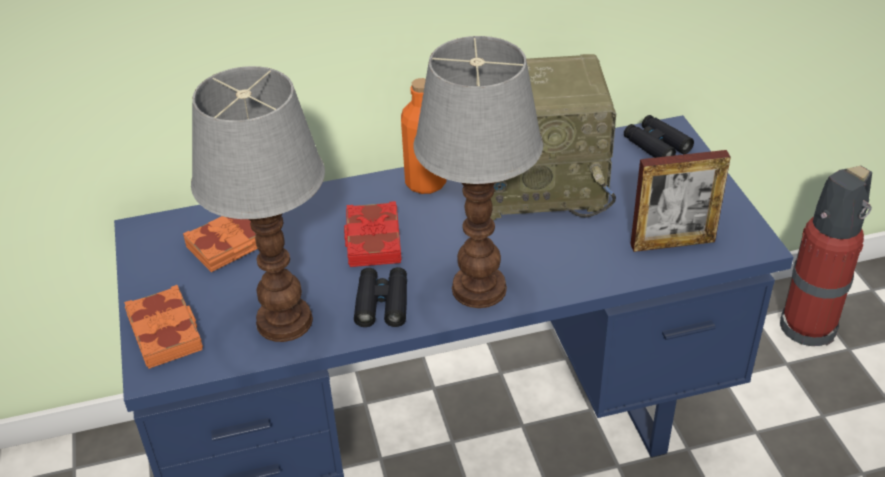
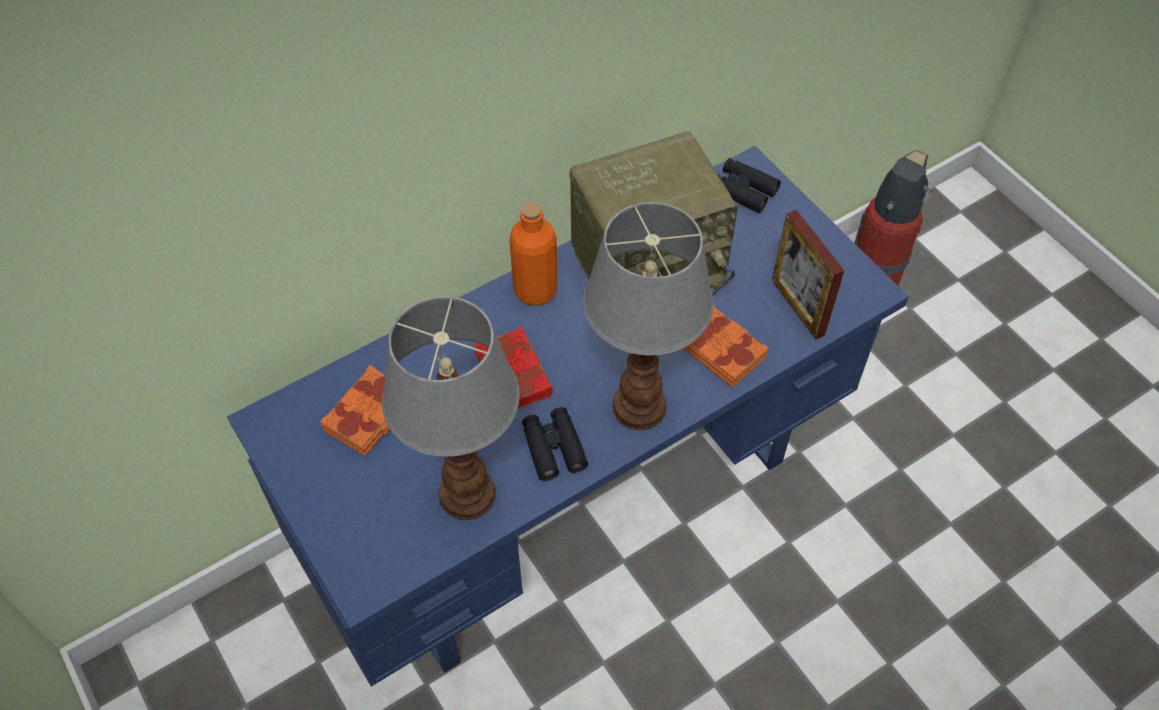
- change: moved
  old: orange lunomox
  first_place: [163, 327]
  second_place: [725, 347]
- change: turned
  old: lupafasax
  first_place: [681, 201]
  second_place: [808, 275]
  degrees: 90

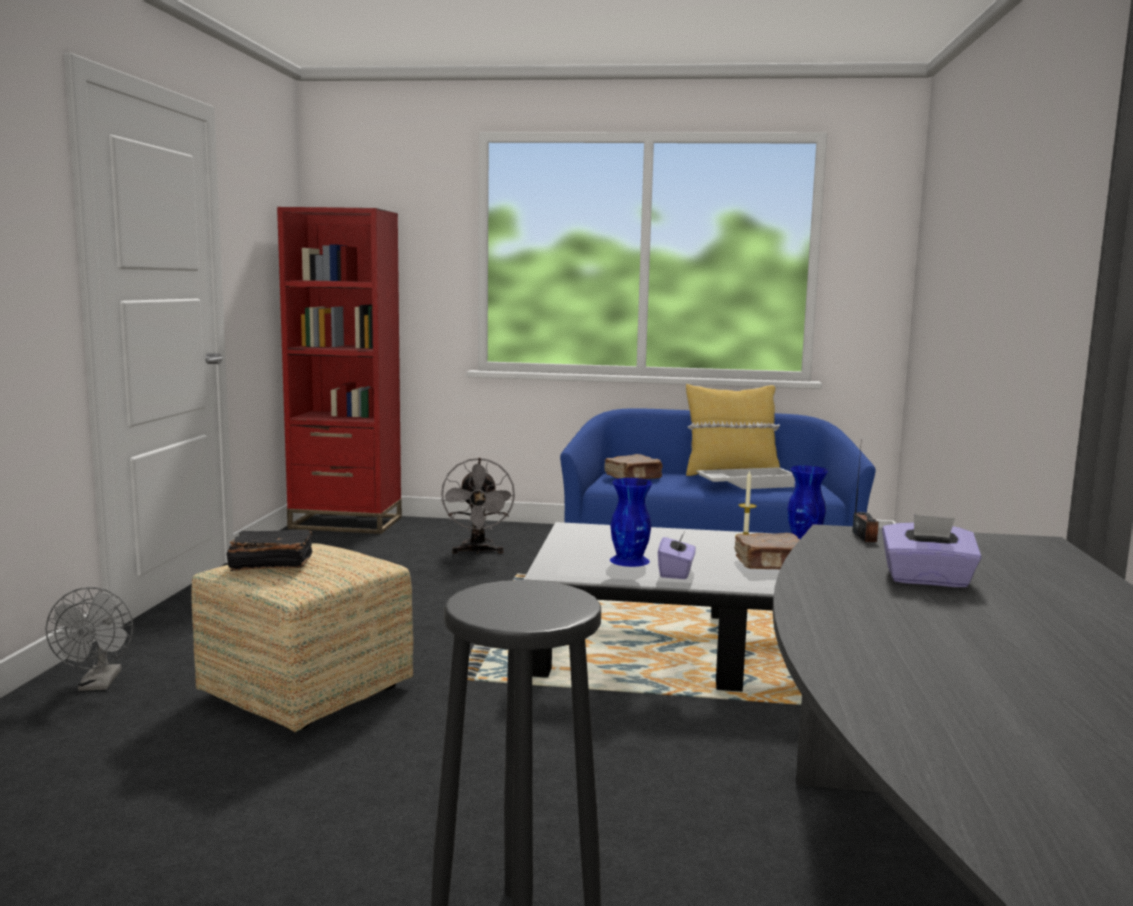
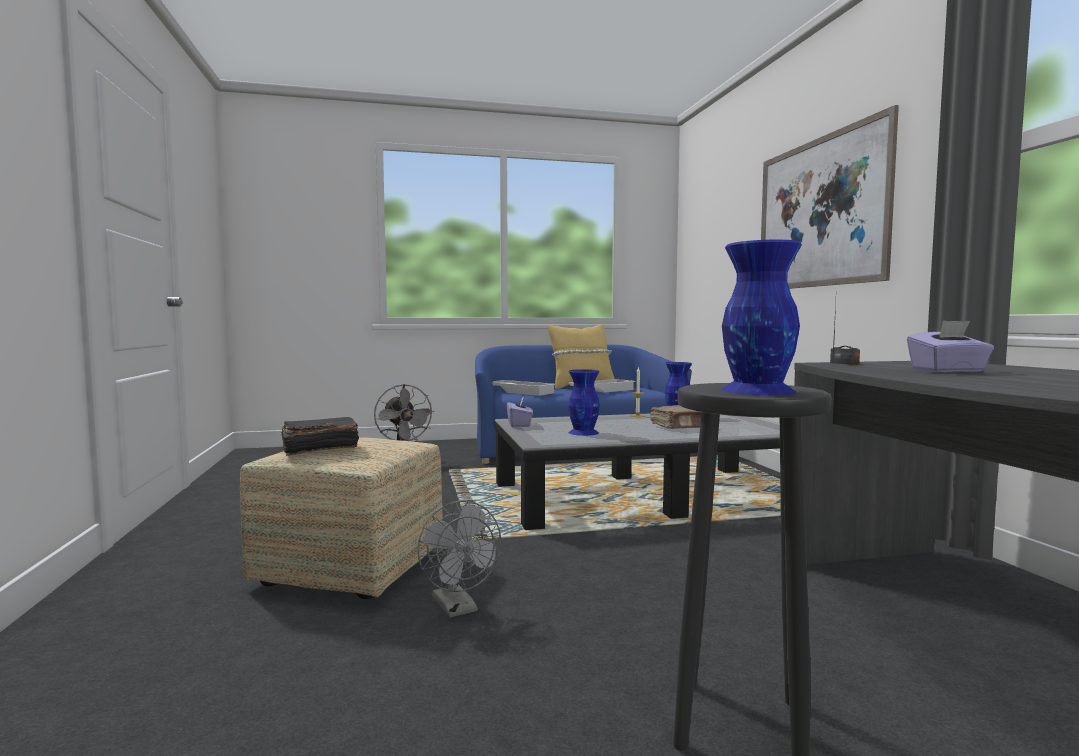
- change: moved
  old: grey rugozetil
  first_place: [89, 639]
  second_place: [459, 559]
- change: replaced
  old: brown lunomox
  new: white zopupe
  first_place: [633, 466]
  second_place: [524, 388]
- change: moved
  old: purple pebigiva
  first_place: [677, 554]
  second_place: [520, 412]
- change: added
  new: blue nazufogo
  second_place: [761, 317]
- change: added
  new: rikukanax
  second_place: [830, 197]
- change: removed
  old: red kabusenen
  first_place: [339, 370]

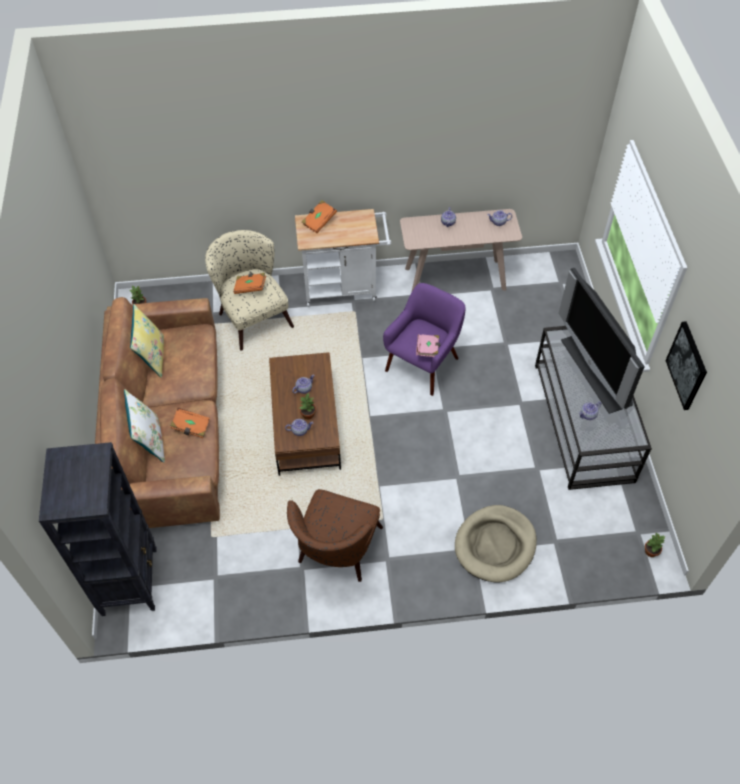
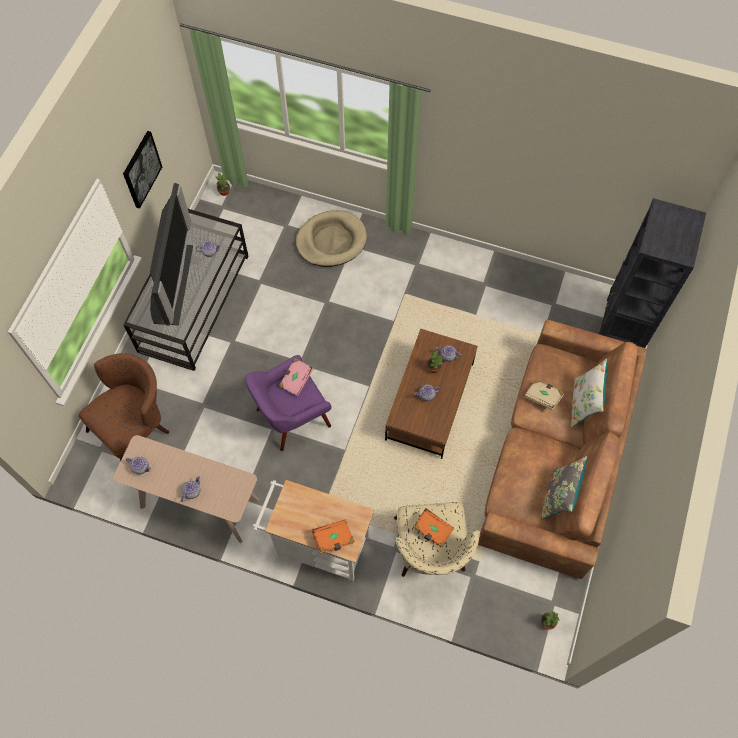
- change: moved
  old: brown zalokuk
  first_place: [335, 535]
  second_place: [123, 407]
- change: recoloured
  old: orange lunomox
  new: beige lunomox
  first_place: [190, 423]
  second_place: [544, 394]
- change: recoloured
  old: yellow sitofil
  new: grey sitofil
  first_place: [147, 341]
  second_place: [564, 488]

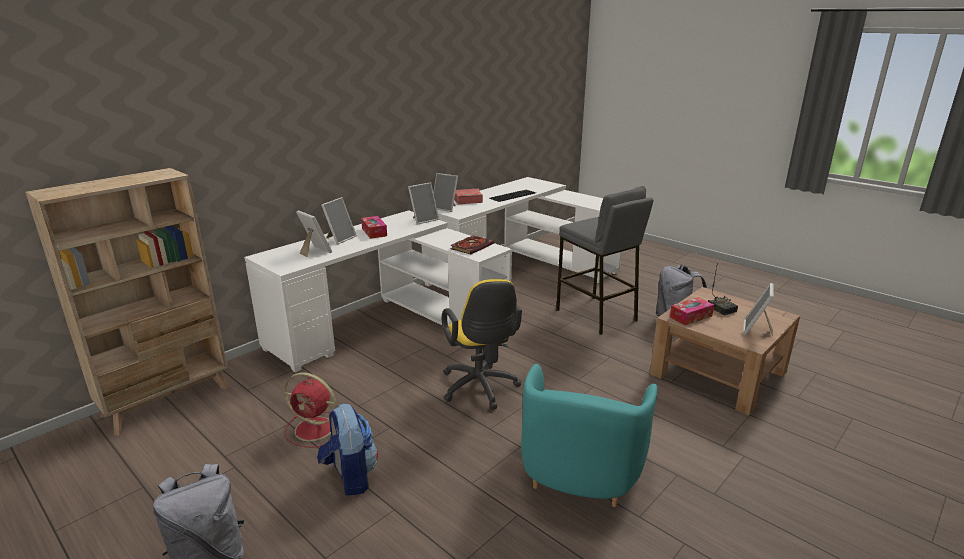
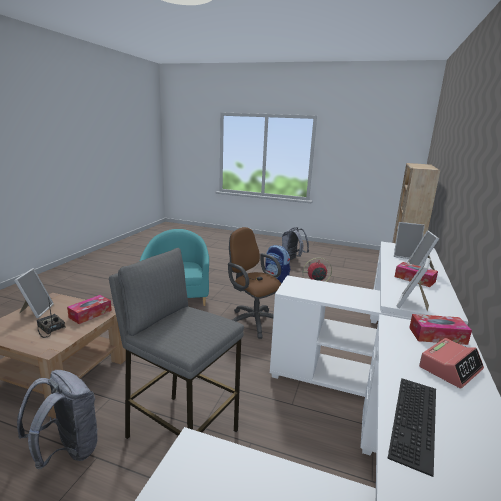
- change: recoloured
  old: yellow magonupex
  new: brown magonupex
  first_place: [482, 344]
  second_place: [254, 283]
- change: replaced
  old: lupafasax
  new: pebigiva
  first_place: [445, 192]
  second_place: [440, 329]
- change: removed
  old: lunomox
  first_place: [472, 244]

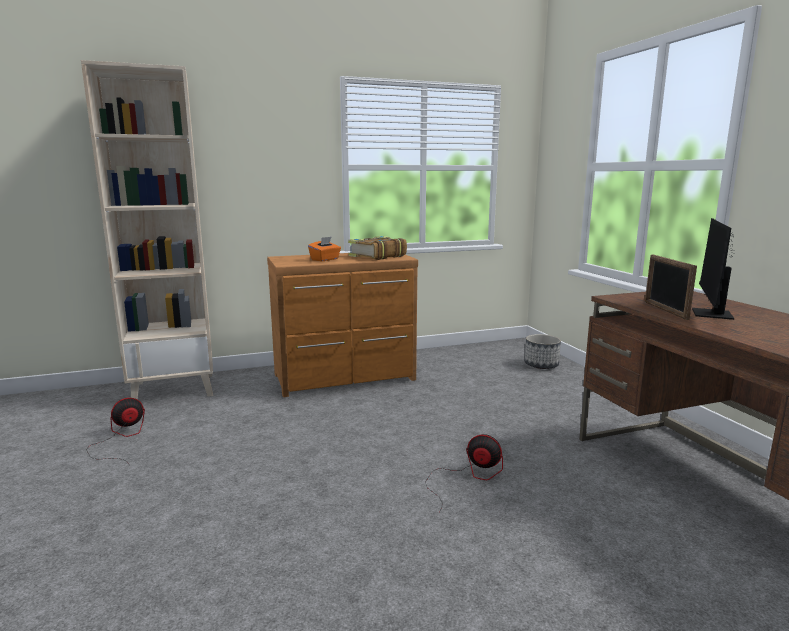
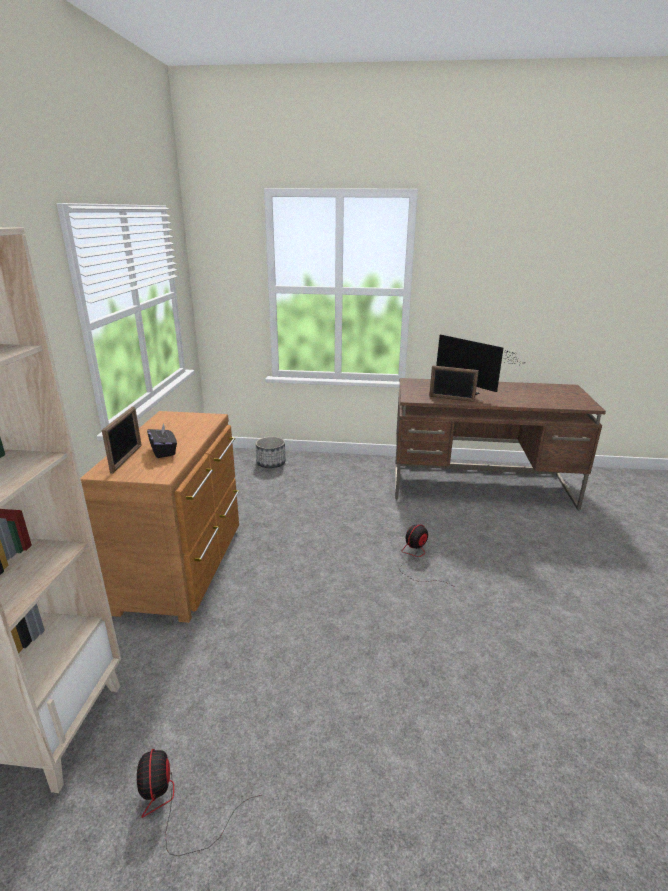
- change: added
  new: lupafasax
  second_place: [122, 440]
- change: recoloured
  old: orange pebigiva
  new: black pebigiva
  first_place: [324, 249]
  second_place: [162, 440]
- change: removed
  old: lunomox
  first_place: [377, 248]

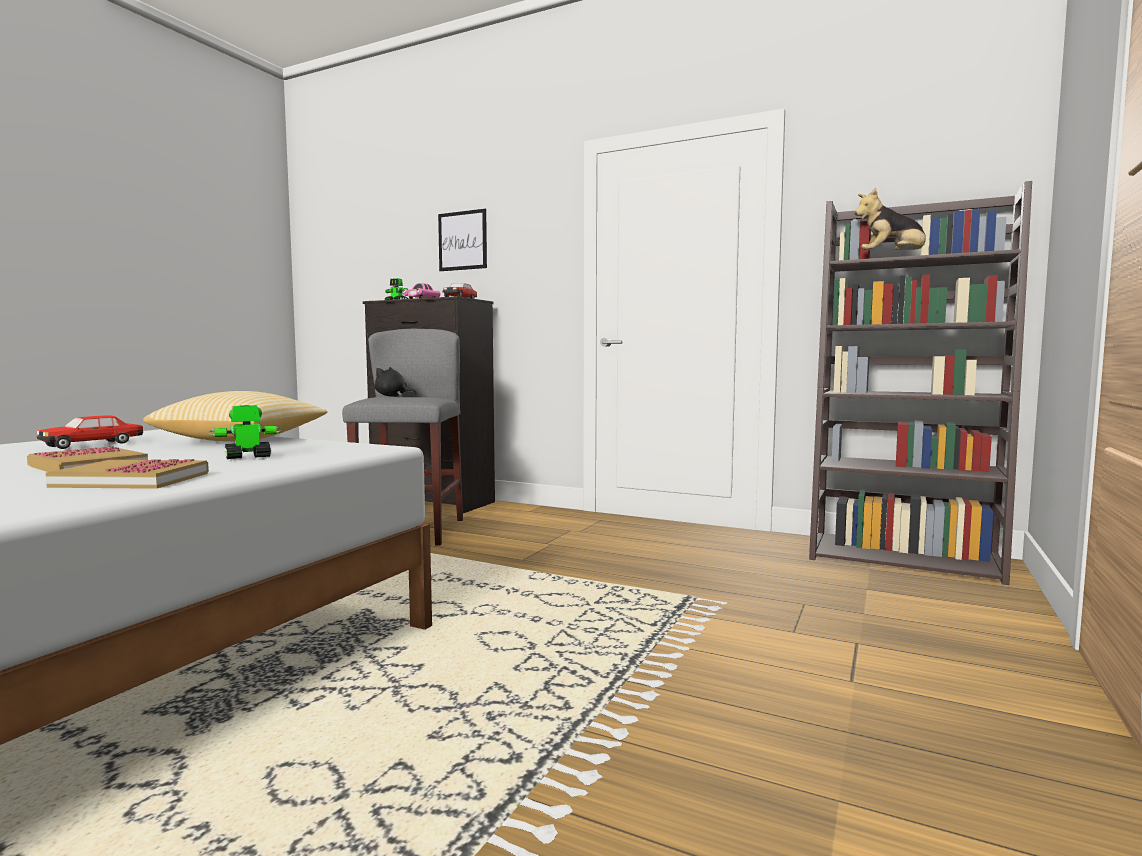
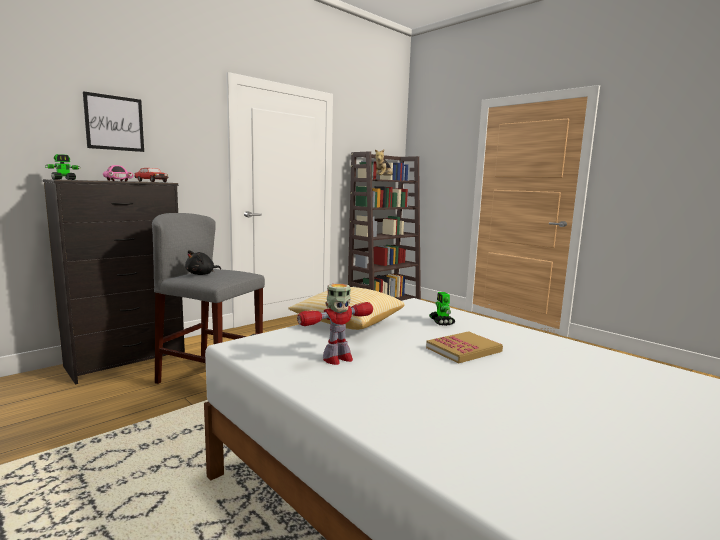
- change: replaced
  old: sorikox
  new: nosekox
  first_place: [90, 432]
  second_place: [335, 324]
- change: removed
  old: lunomox
  first_place: [127, 474]

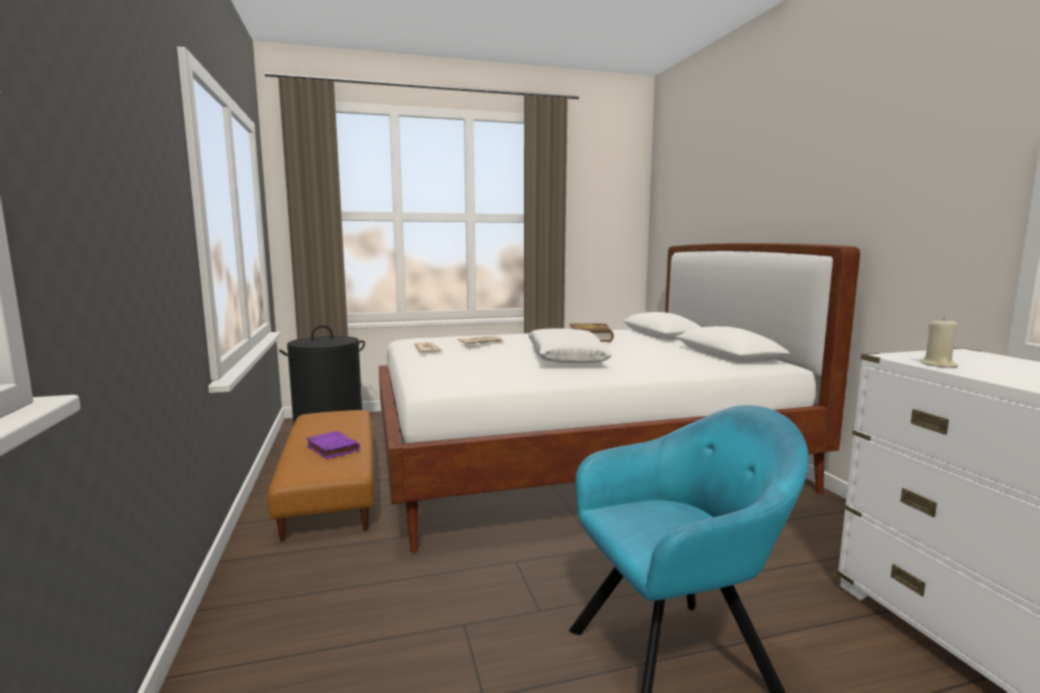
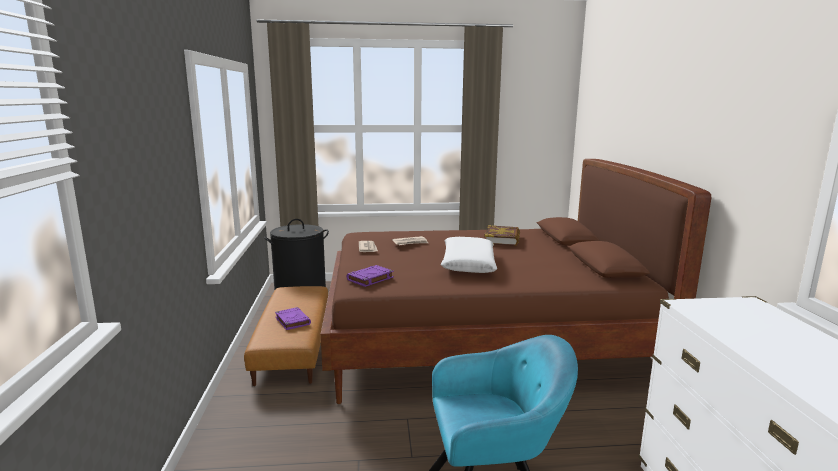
- change: recoloured
  old: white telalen
  new: brown telalen
  first_place: [619, 397]
  second_place: [516, 281]
- change: added
  new: purple lunomox
  second_place: [370, 276]
- change: removed
  old: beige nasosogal
  first_place: [939, 342]

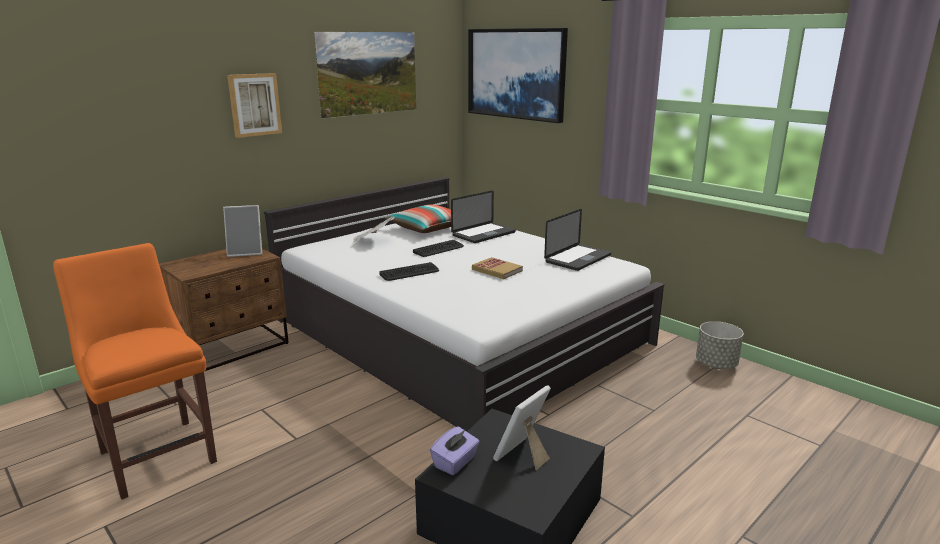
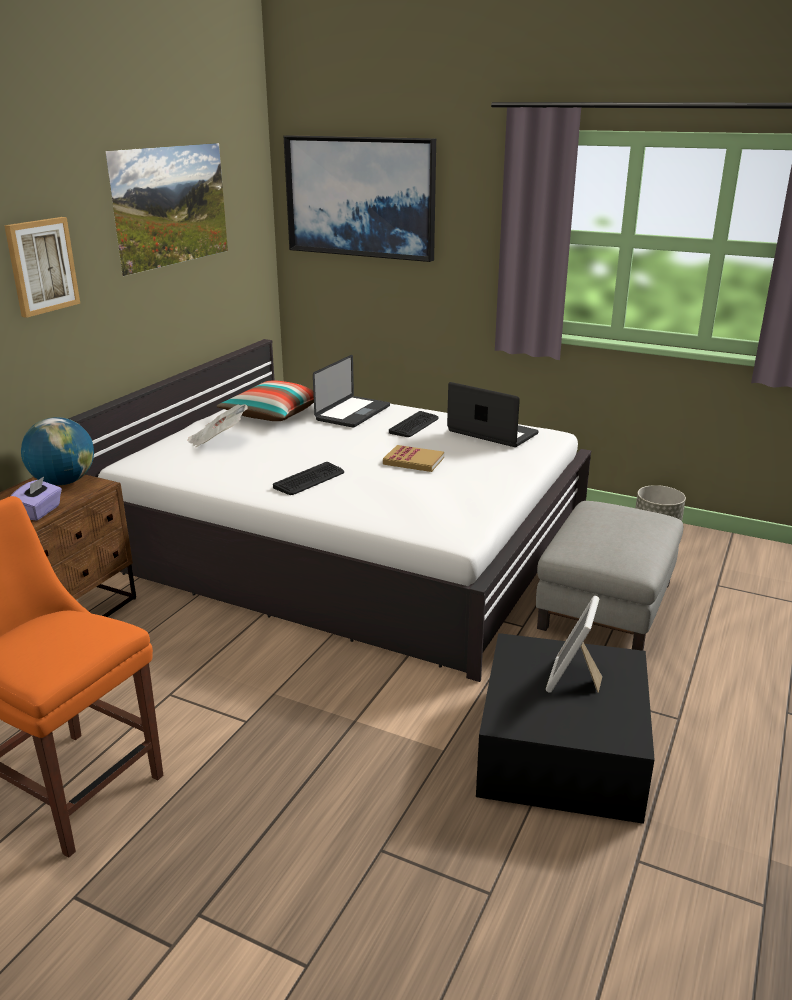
- change: moved
  old: purple pebigiva
  first_place: [454, 450]
  second_place: [36, 499]
- change: replaced
  old: lupafasax
  new: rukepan
  first_place: [242, 231]
  second_place: [57, 451]
- change: moved
  old: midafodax
  first_place: [438, 248]
  second_place: [414, 424]
- change: turned
  old: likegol
  first_place: [577, 240]
  second_place: [493, 414]
  degrees: -75
- change: added
  new: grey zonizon
  second_place: [609, 576]

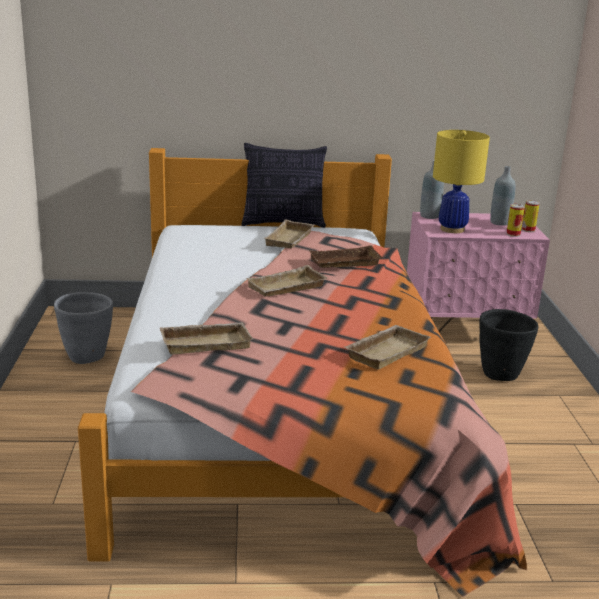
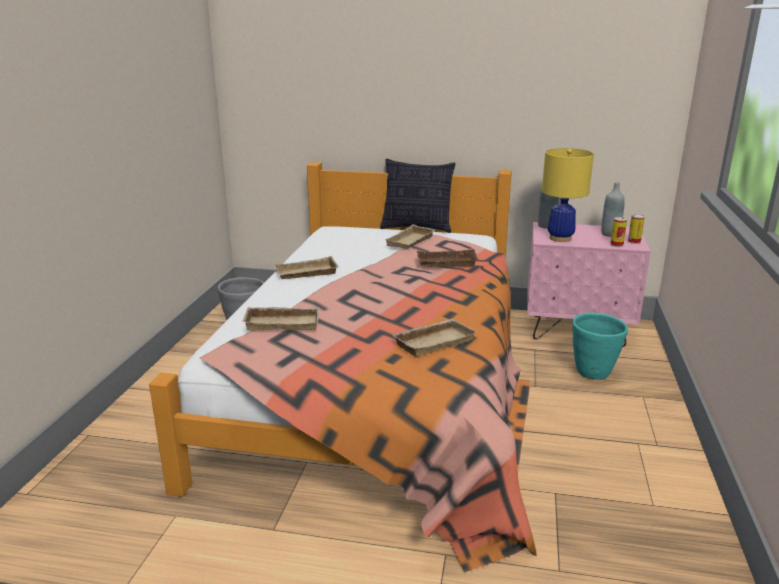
- change: moved
  old: beige zopupe
  first_place: [287, 281]
  second_place: [306, 267]
- change: recoloured
  old: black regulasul
  new: turquoise regulasul
  first_place: [509, 345]
  second_place: [600, 345]

